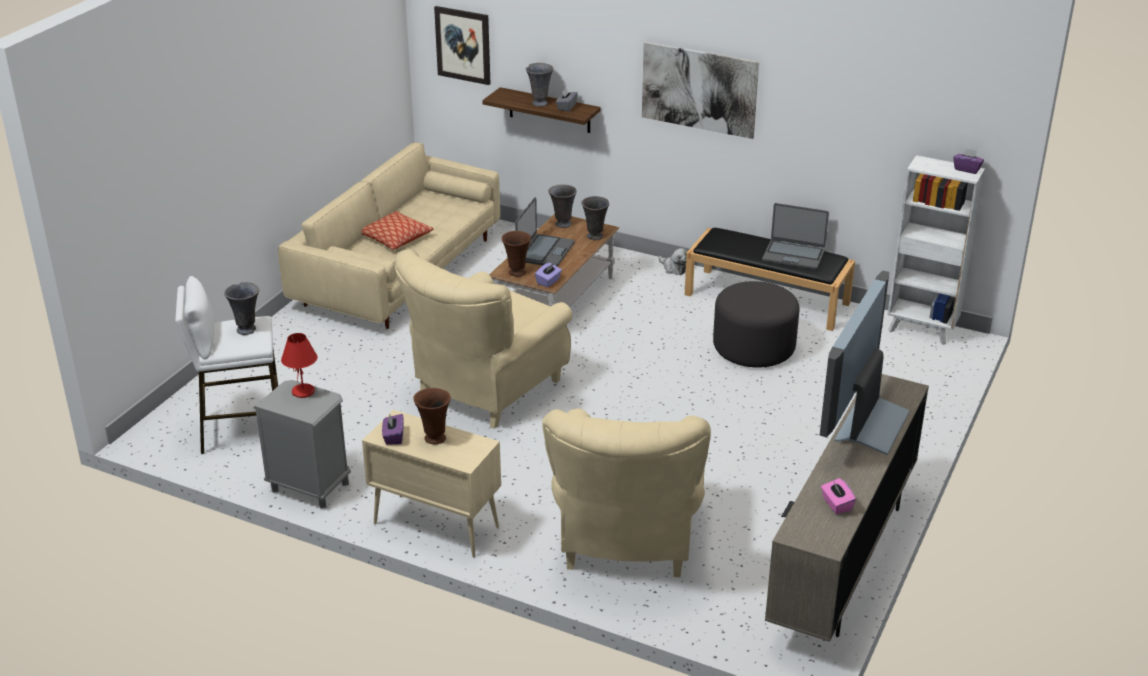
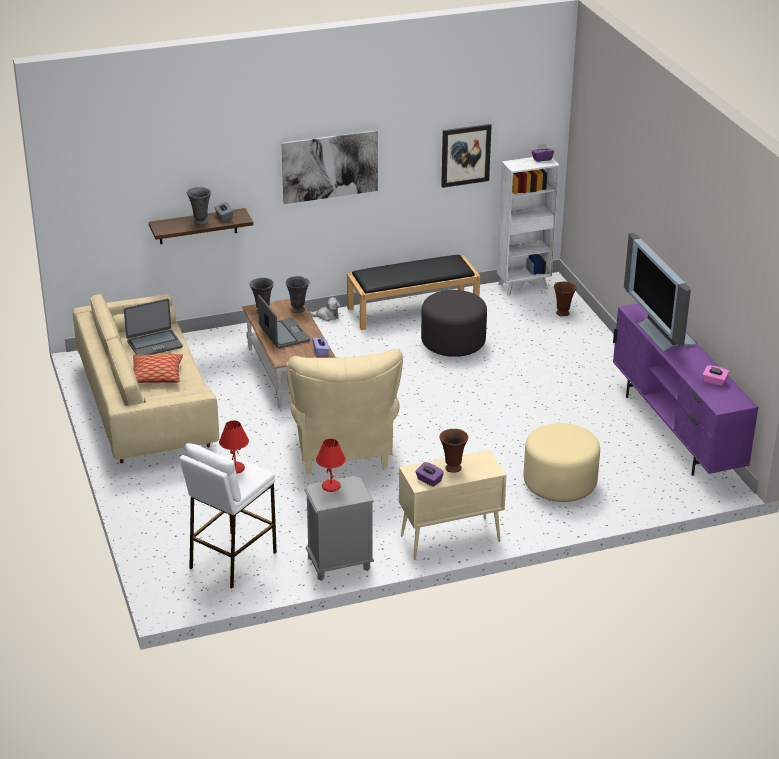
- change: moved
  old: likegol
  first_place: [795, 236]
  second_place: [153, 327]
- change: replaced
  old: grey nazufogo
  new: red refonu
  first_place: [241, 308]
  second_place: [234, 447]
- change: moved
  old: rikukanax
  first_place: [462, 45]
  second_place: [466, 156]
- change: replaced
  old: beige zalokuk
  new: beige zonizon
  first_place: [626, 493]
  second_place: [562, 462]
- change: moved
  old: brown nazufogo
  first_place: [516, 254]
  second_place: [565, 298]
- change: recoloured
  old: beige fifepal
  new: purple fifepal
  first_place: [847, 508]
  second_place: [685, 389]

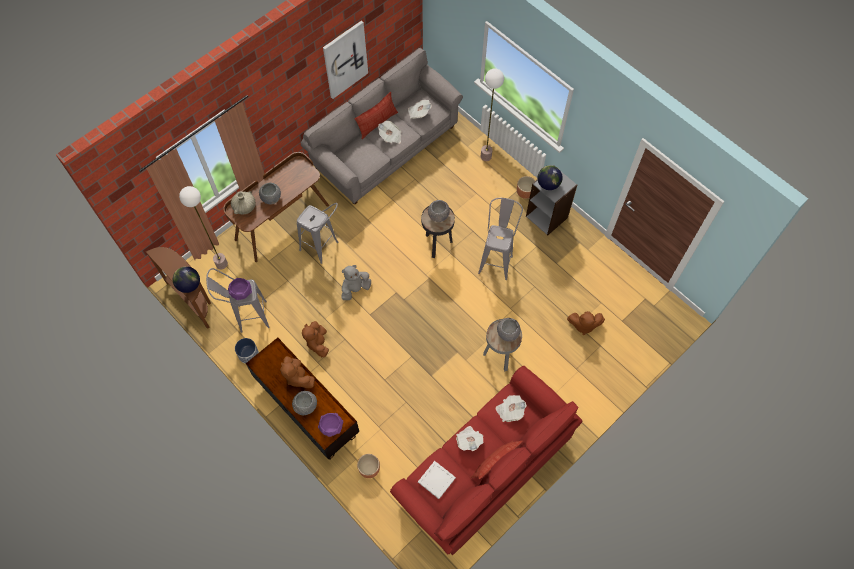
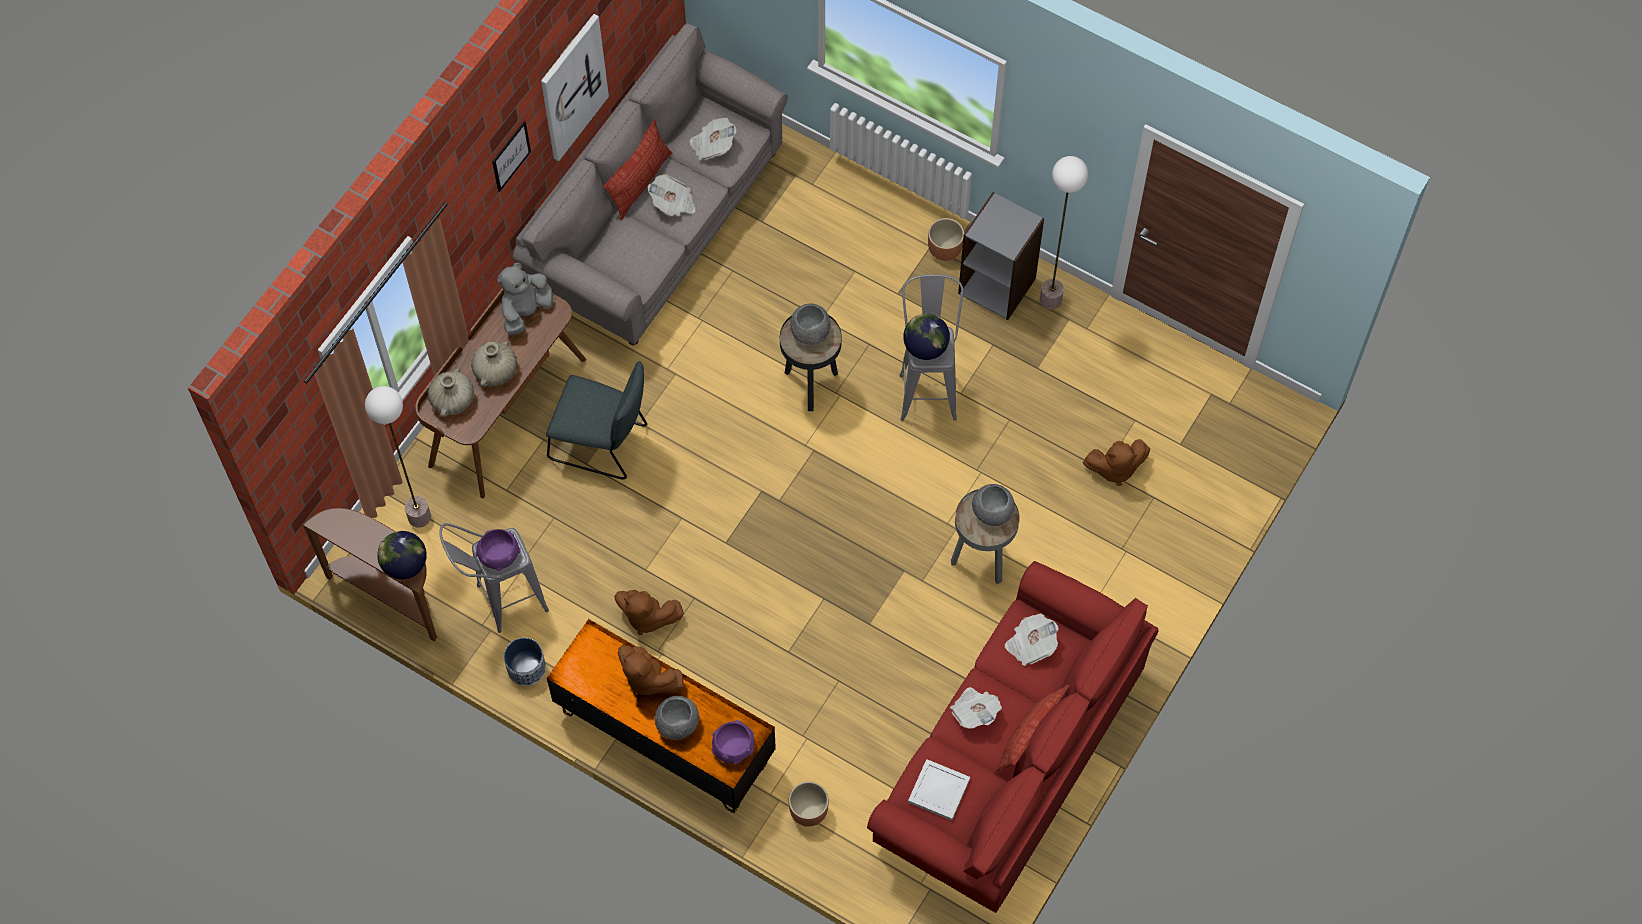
- change: replaced
  old: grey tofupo
  new: beige nazufogo
  first_place: [270, 194]
  second_place: [494, 364]
- change: added
  new: rikukanax
  second_place: [511, 156]
- change: moved
  old: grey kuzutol
  first_place: [356, 282]
  second_place: [525, 299]
- change: replaced
  old: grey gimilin
  new: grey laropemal
  first_place: [317, 233]
  second_place: [596, 420]
- change: turned
  old: brown kuzutol
  first_place: [315, 339]
  second_place: [649, 612]
  degrees: -45
- change: moved
  old: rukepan
  first_place: [550, 177]
  second_place: [926, 336]
- change: moved
  old: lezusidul
  first_place: [492, 114]
  second_place: [1064, 233]

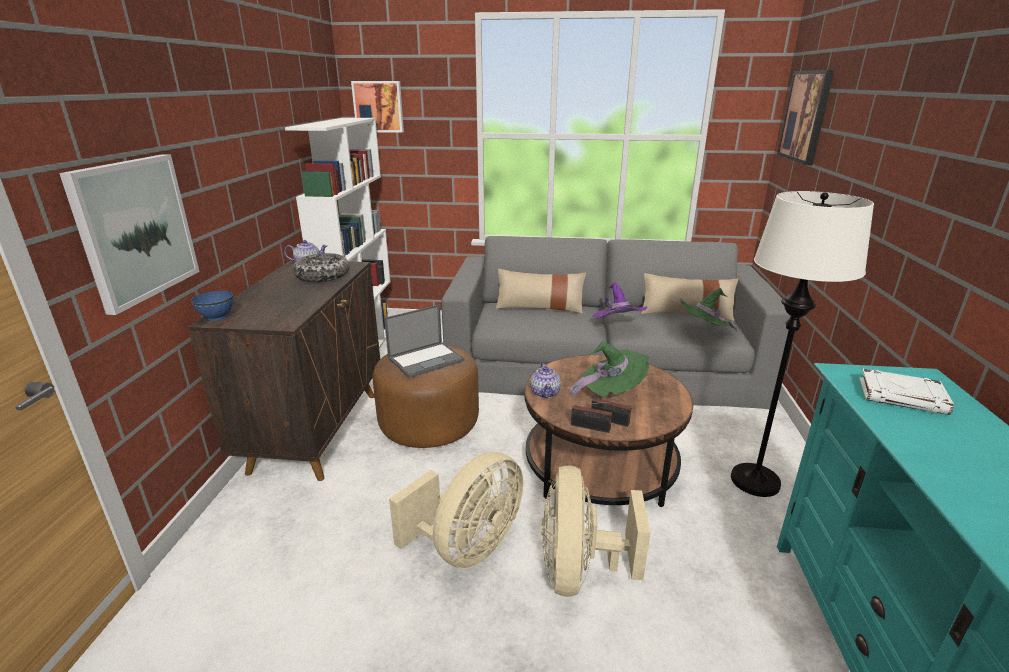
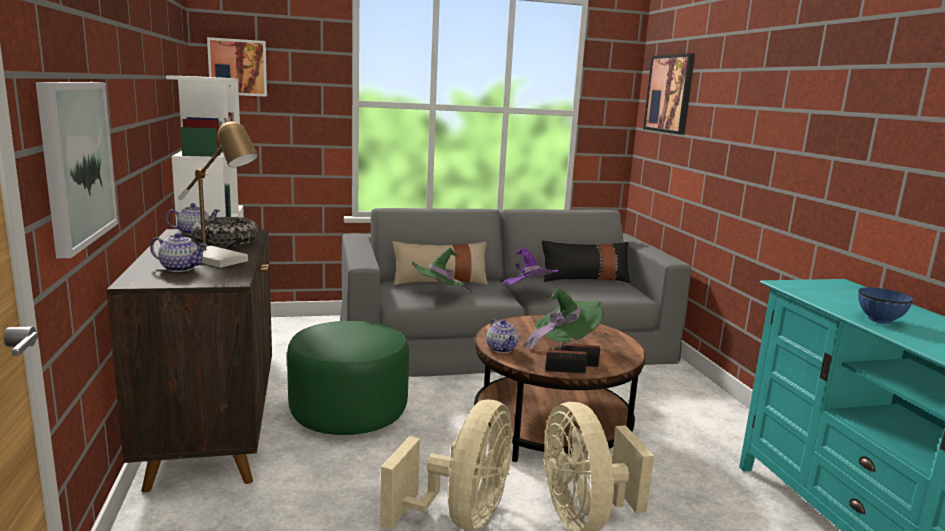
- change: added
  new: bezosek
  second_place: [178, 252]
- change: added
  new: refonu
  second_place: [218, 193]
- change: recoloured
  old: brown zonizon
  new: green zonizon
  first_place: [426, 396]
  second_place: [348, 378]
- change: moved
  old: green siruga
  first_place: [708, 310]
  second_place: [442, 270]
- change: recoloured
  old: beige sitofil
  new: black sitofil
  first_place: [689, 297]
  second_place: [586, 262]
- change: moved
  old: blue tofupo
  first_place: [212, 306]
  second_place: [886, 305]
- change: removed
  old: likegol
  first_place: [424, 341]
- change: removed
  old: white lezusidul
  first_place: [802, 344]
- change: removed
  old: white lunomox
  first_place: [906, 391]

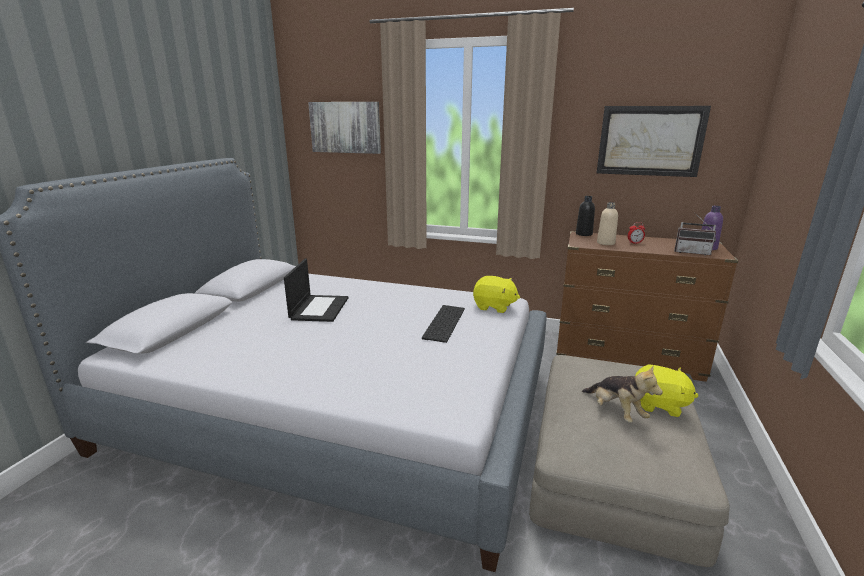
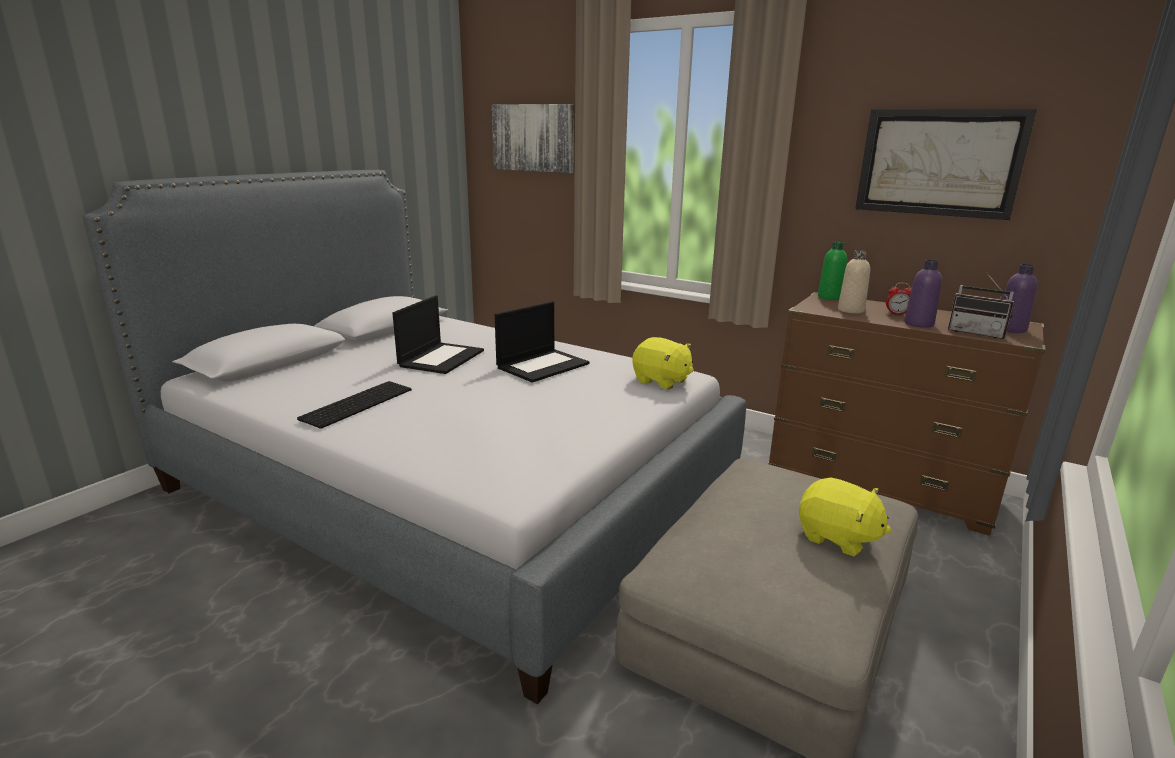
- change: moved
  old: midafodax
  first_place: [443, 324]
  second_place: [354, 405]
- change: added
  new: likegol
  second_place: [542, 342]
- change: recoloured
  old: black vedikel
  new: green vedikel
  first_place: [585, 216]
  second_place: [832, 270]
- change: added
  new: purple vedikel
  second_place: [923, 294]
- change: removed
  old: kuzutol
  first_place: [622, 394]

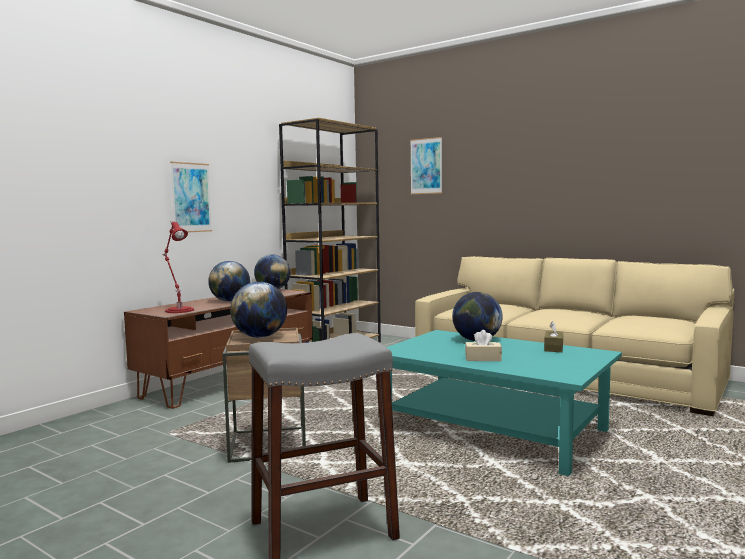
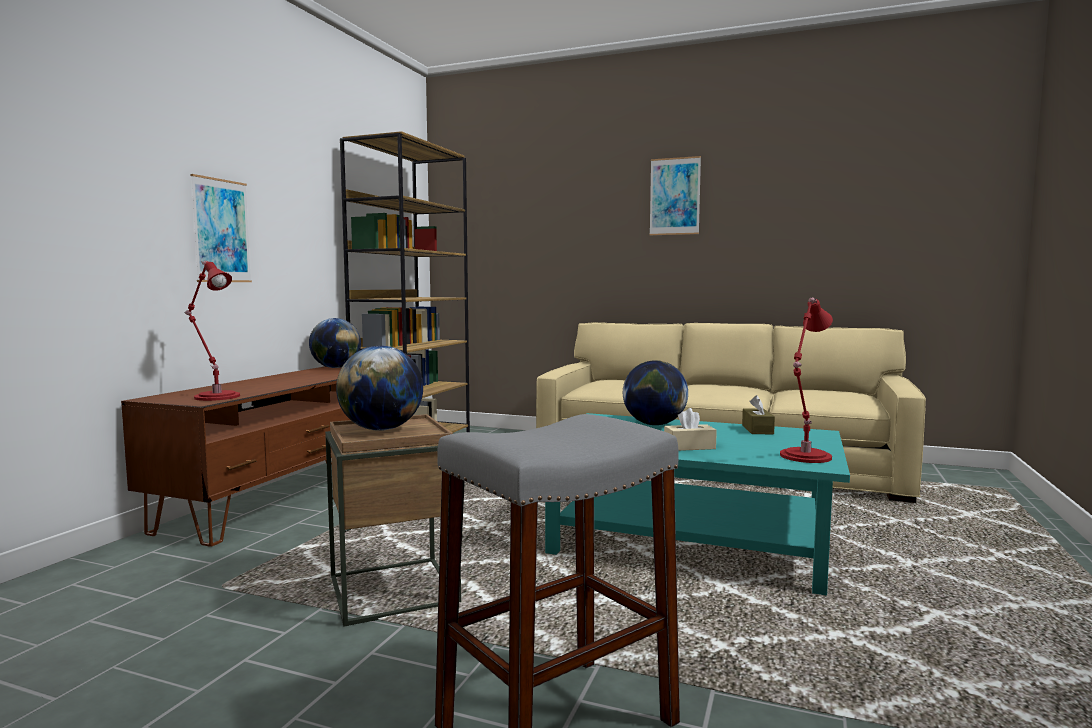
- change: moved
  old: rikukanax
  first_place: [426, 165]
  second_place: [675, 195]
- change: added
  new: red refonu
  second_place: [806, 380]
- change: removed
  old: rukepan
  first_place: [229, 281]

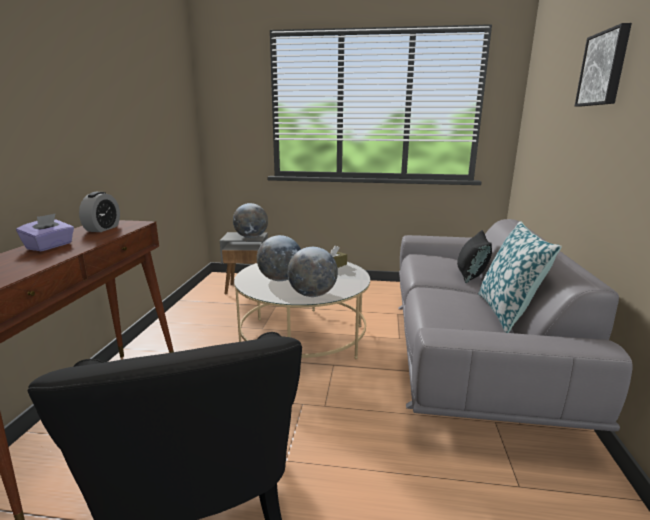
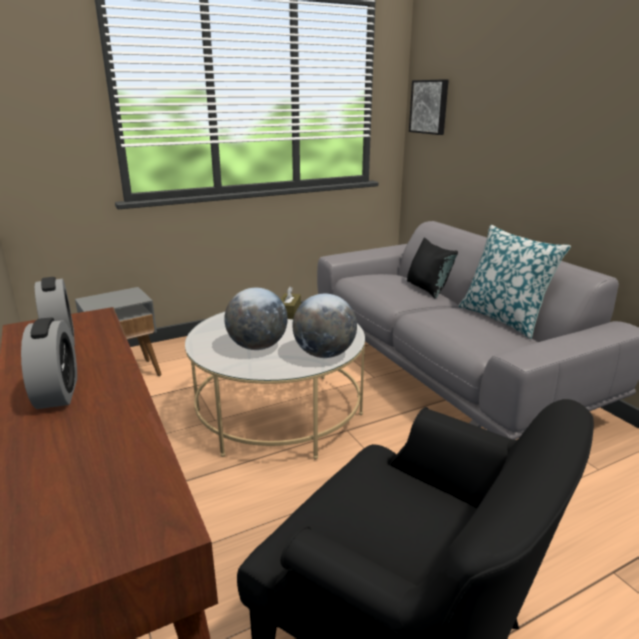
- change: replaced
  old: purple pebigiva
  new: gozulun
  first_place: [45, 232]
  second_place: [49, 363]
- change: moved
  old: rikukanax
  first_place: [603, 64]
  second_place: [429, 107]
- change: removed
  old: rukepan
  first_place: [250, 220]

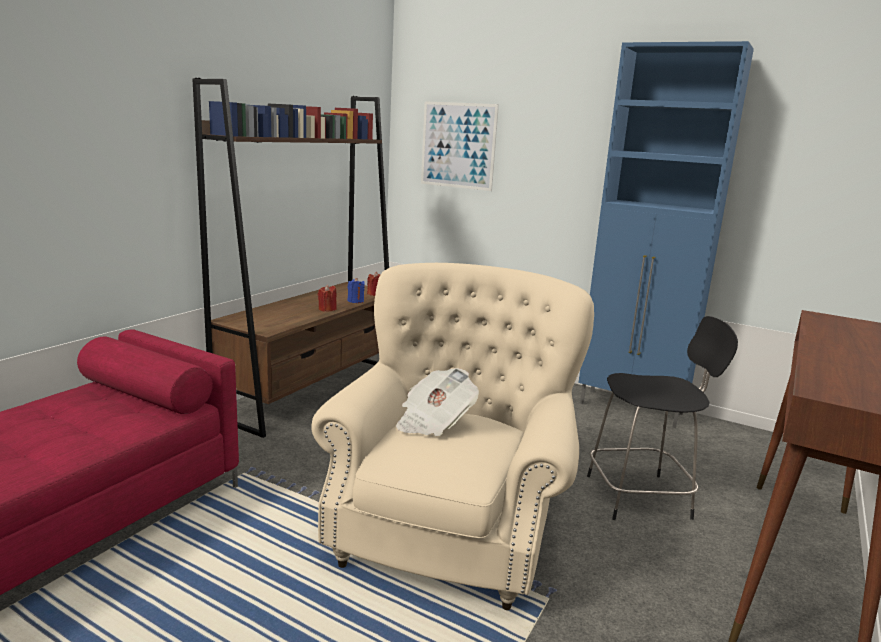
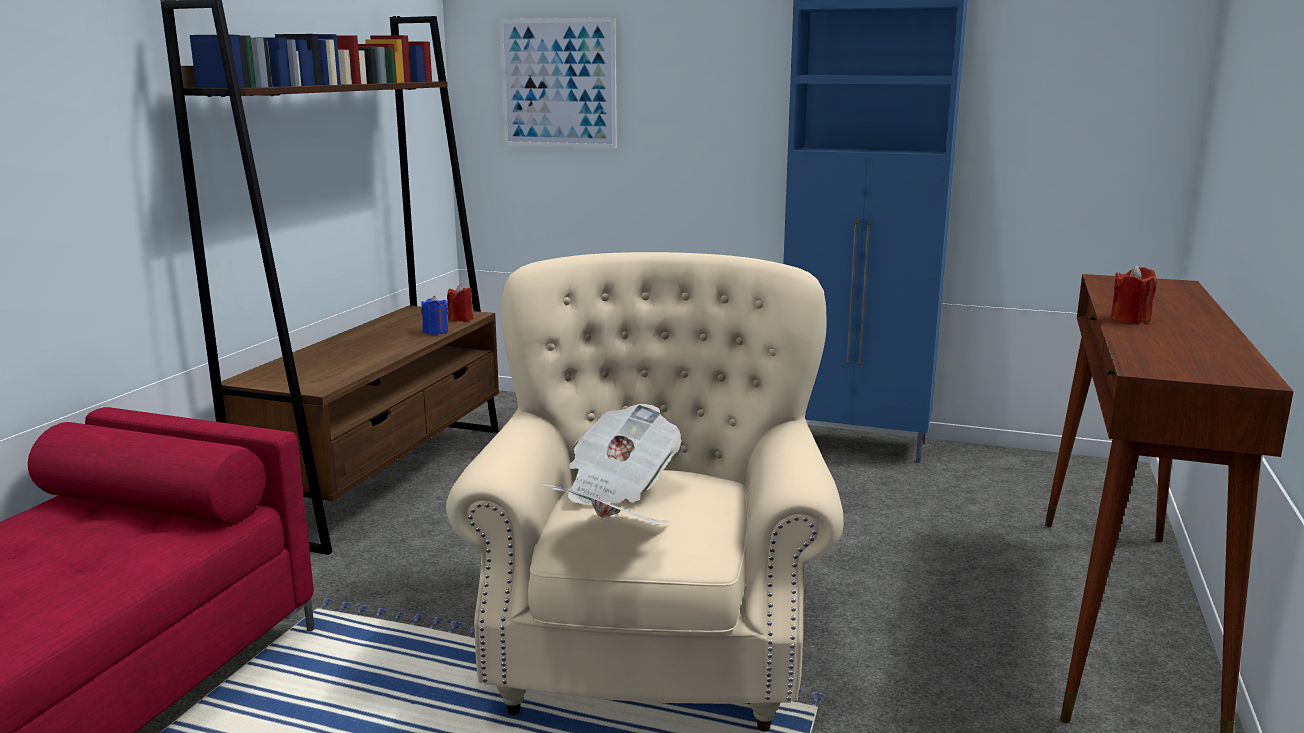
- change: added
  new: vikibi
  second_place: [604, 505]
- change: moved
  old: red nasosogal
  first_place: [327, 298]
  second_place: [1134, 294]
- change: removed
  old: black gimilin
  first_place: [662, 418]

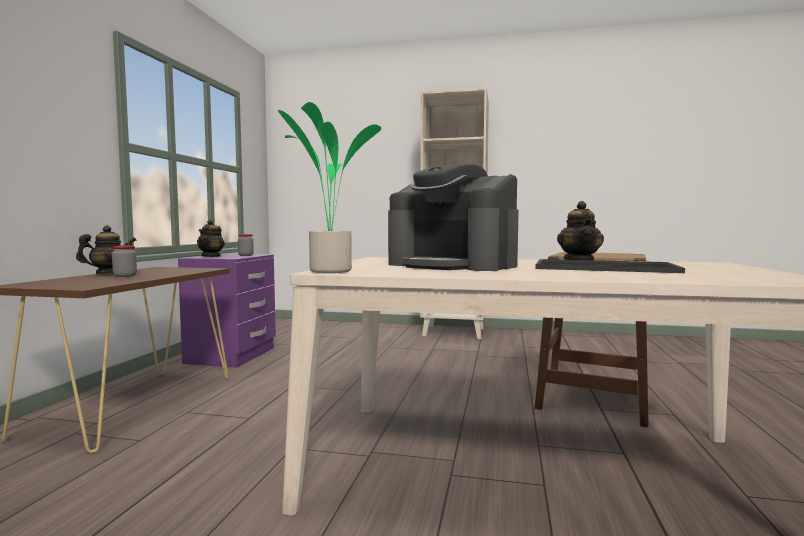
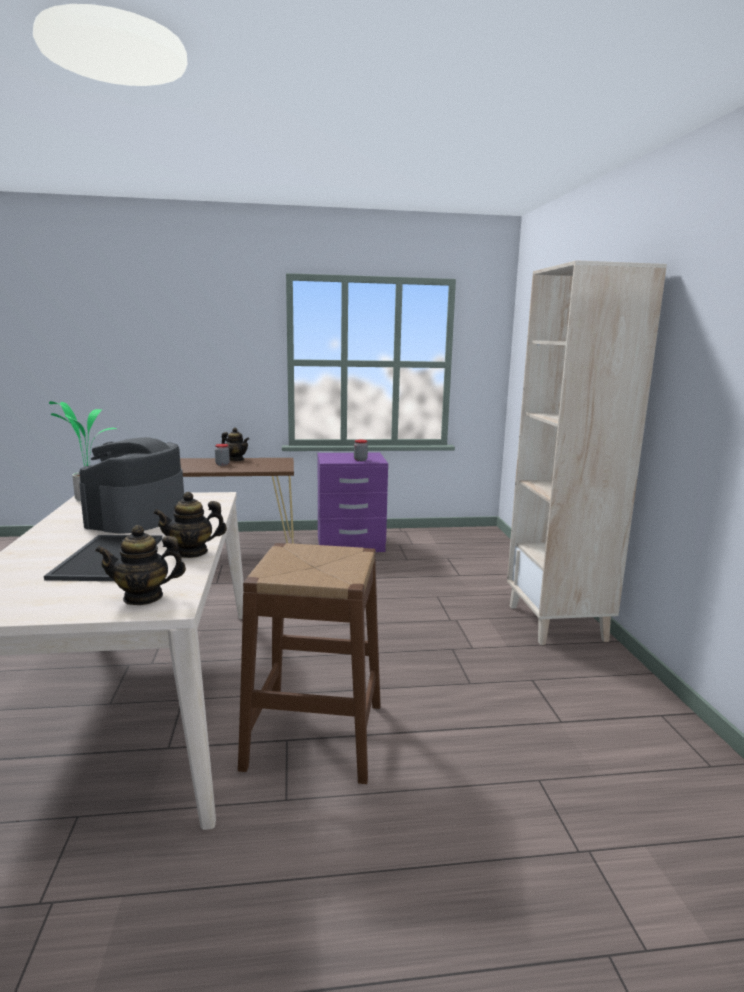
- change: moved
  old: bezosek
  first_place: [211, 238]
  second_place: [140, 565]

